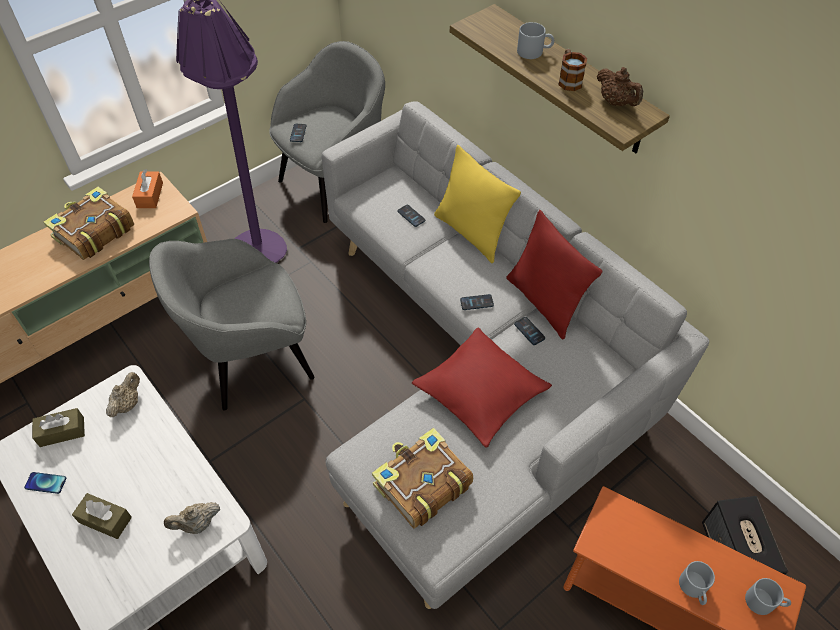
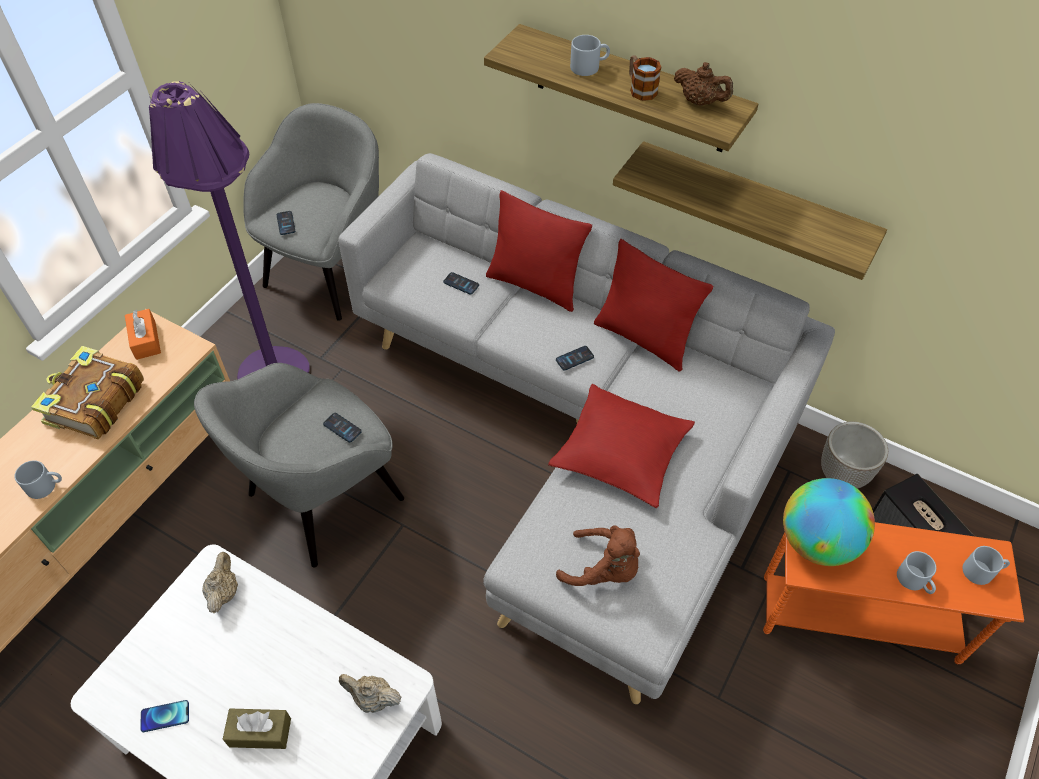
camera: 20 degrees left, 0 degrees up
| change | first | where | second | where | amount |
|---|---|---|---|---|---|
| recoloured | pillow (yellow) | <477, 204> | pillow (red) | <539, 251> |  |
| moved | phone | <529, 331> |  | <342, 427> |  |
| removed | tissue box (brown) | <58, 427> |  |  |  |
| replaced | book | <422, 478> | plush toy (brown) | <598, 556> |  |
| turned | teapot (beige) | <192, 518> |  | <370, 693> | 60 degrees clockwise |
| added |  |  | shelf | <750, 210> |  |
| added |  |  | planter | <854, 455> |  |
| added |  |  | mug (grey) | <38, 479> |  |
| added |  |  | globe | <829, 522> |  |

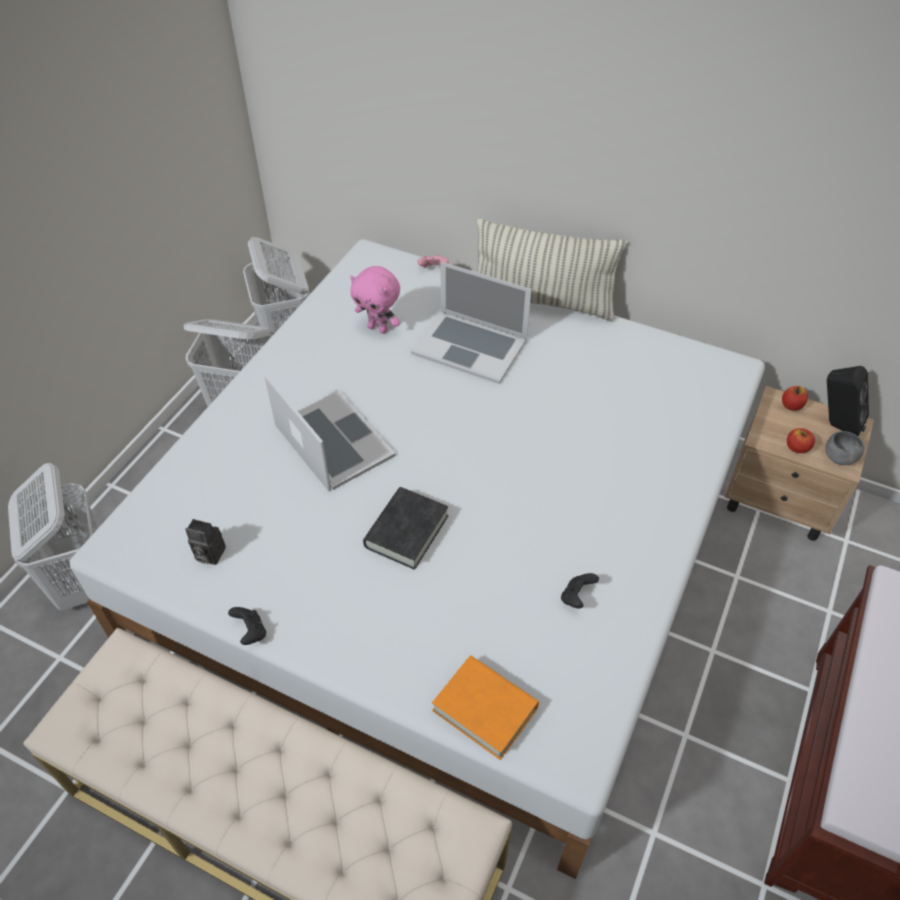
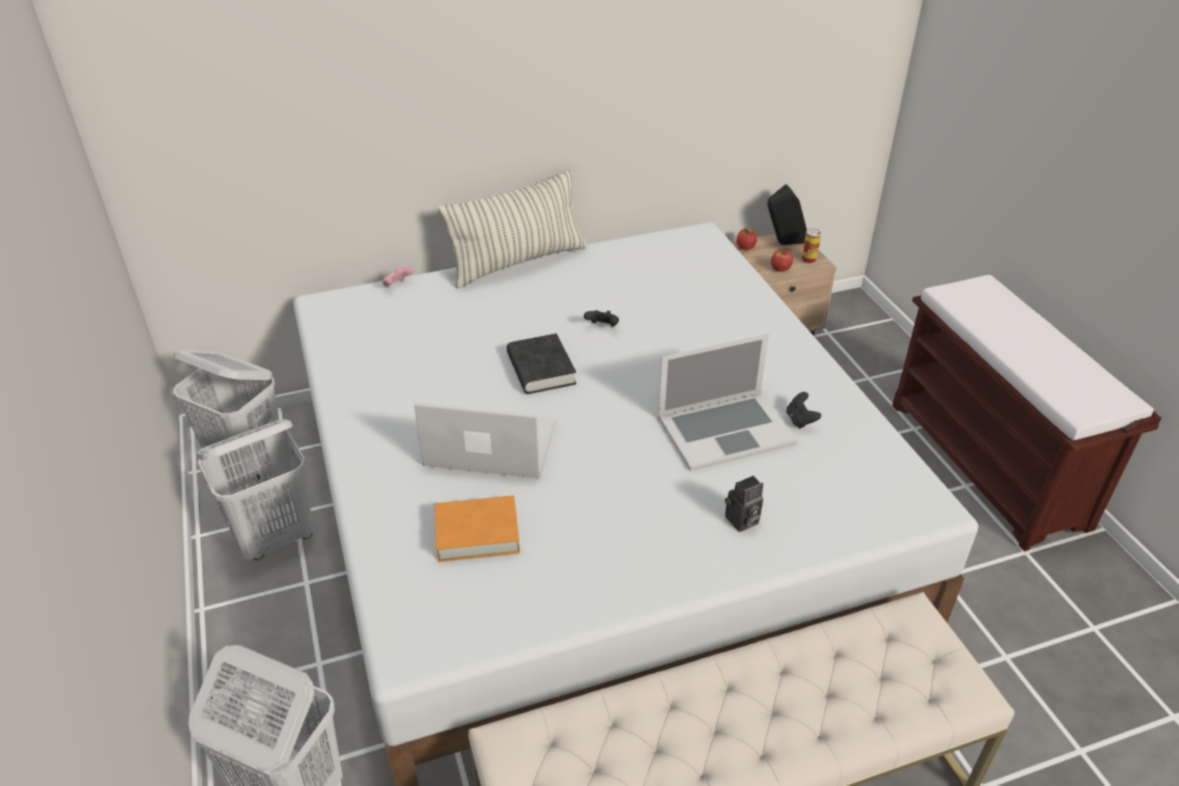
camera: 45 degrees left, 10 degrees down
| change | first | where | second | where | amount |
|---|---|---|---|---|---|
| moved | laptop | <471, 323> |  | <728, 402> |  |
| removed | plush toy (pink) | <375, 300> |  |  |  |
| replaced | bowl (grey) | <844, 448> | can | <811, 246> |  |
| moved | book (black) | <405, 528> |  | <541, 363> |  |
| moved | photo camera | <205, 542> |  | <744, 504> |  |
| moved | game controller (black) | <247, 626> |  | <601, 318> |  |
| moved | book (orange) | <485, 708> |  | <477, 528> |  |

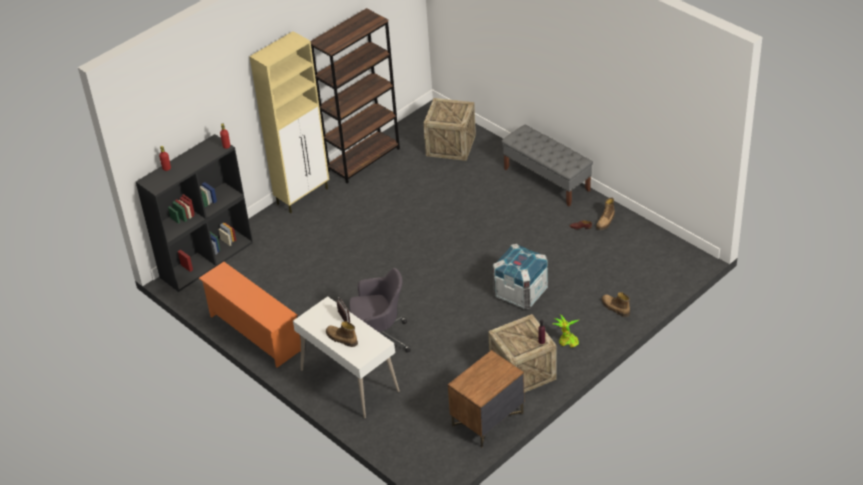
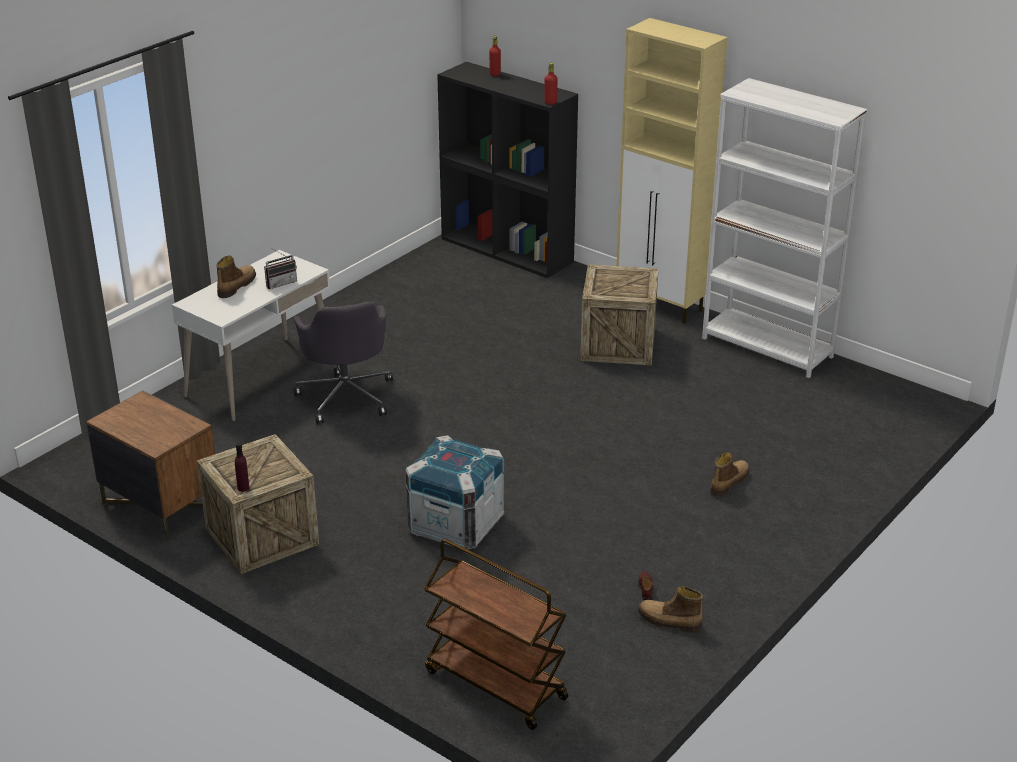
camera: 80 degrees right, 10 degrees down
| change | first | where | second | where | amount |
|---|---|---|---|---|---|
| recoloured | bookcase (brown) | <355, 96> | bookcase (white) | <784, 228> |  |
| moved | crate | <449, 129> |  | <619, 314> |  |
| removed | bench (grey) | <547, 165> |  |  |  |
| removed | shoe rack (orange) | <249, 315> |  |  |  |
| moved | boot | <615, 304> |  | <729, 474> |  |
| removed | potted plant | <566, 331> |  |  |  |
| added |  |  | cart (brown) | <496, 634> |  |

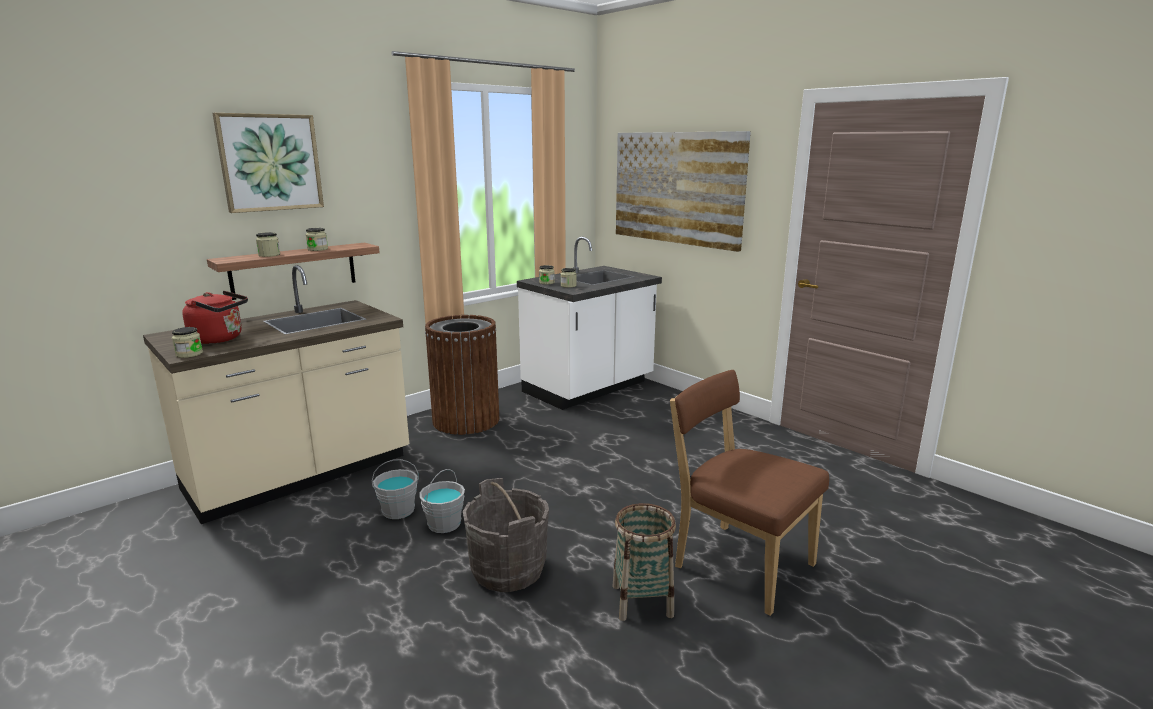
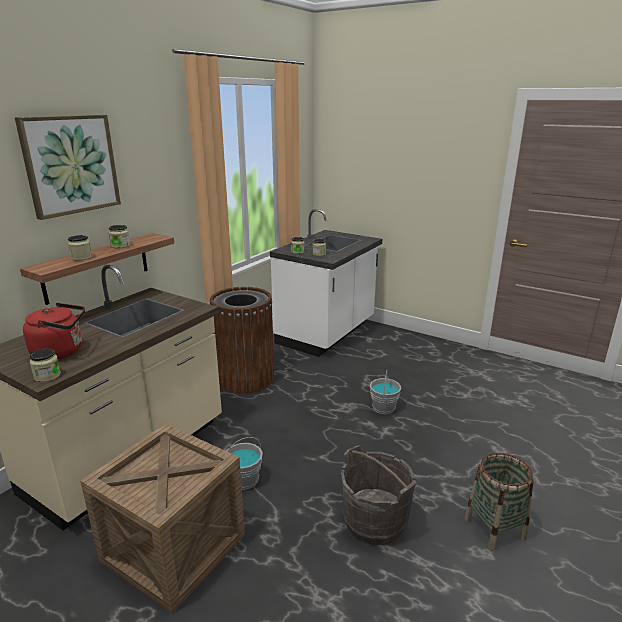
camera: 15 degrees left, 5 degrees up
| change | first | where | second | where | amount |
|---|---|---|---|---|---|
| removed | picture | <683, 191> |  |  |  |
| removed | chair (brown) | <749, 493> |  |  |  |
| moved | bucket (grey) | <442, 501> |  | <385, 392> |  |
| added |  |  | crate | <162, 518> |  |

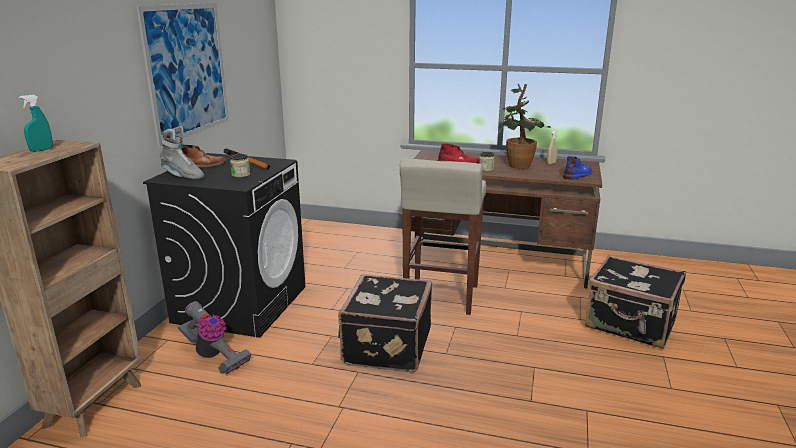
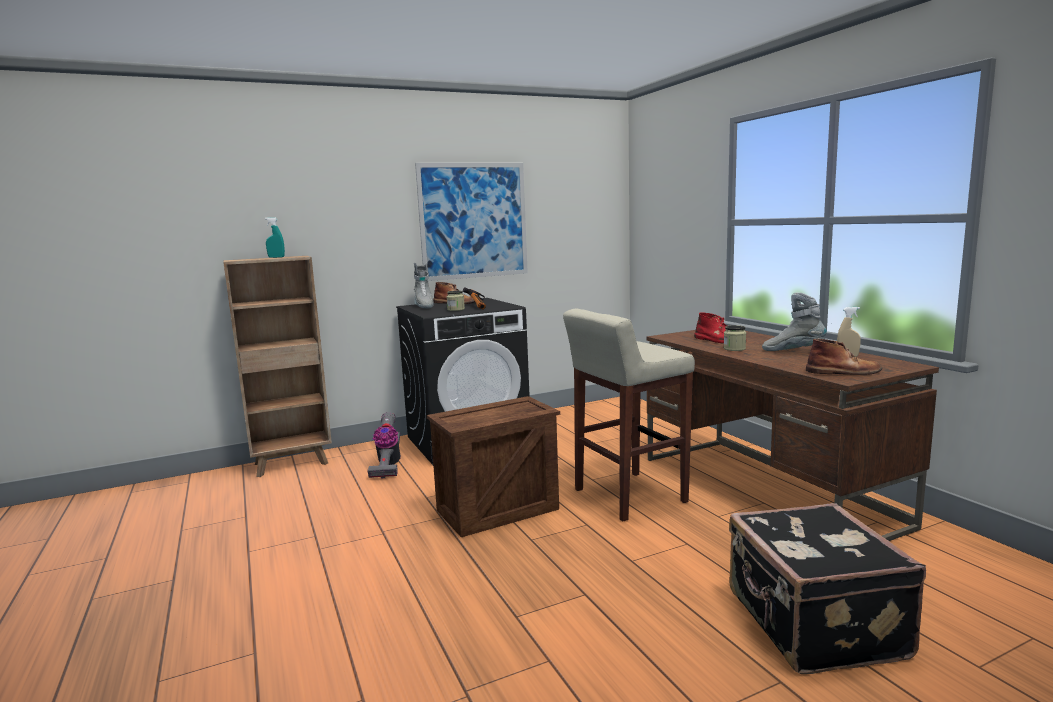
camera: 50 degrees right, 10 degrees down
| change | first | where | second | where | amount |
|---|---|---|---|---|---|
| replaced | potted plant | <526, 126> | boot (grey) | <794, 321> |  |
| recoloured | boot (blue) | <577, 167> | boot (brown) | <844, 357> |  |
| replaced | suitcase (black) | <385, 323> | crate | <493, 466> |  |

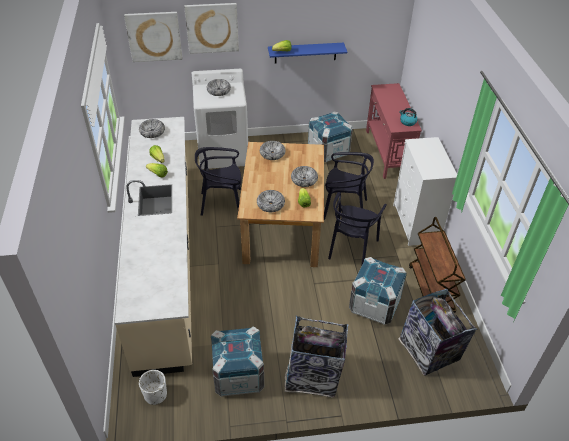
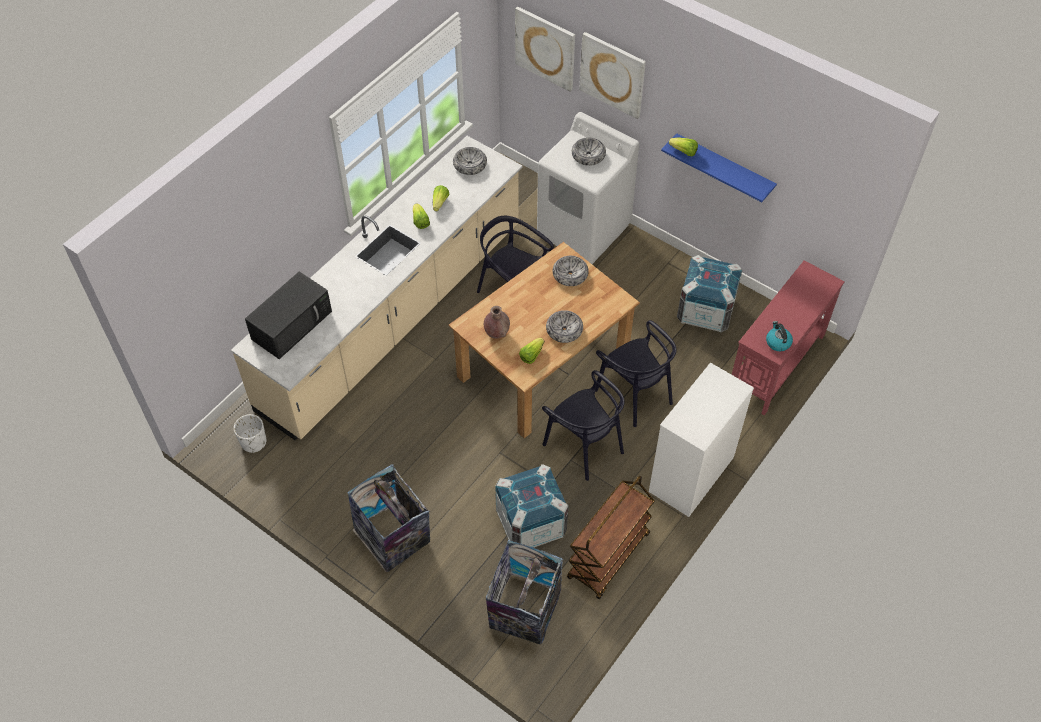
camera: 45 degrees right, 10 degrees up
| change | first | where | second | where | amount |
|---|---|---|---|---|---|
| replaced | bowl | <271, 201> | vase (brown) | <497, 322> |  |
| turned | chair (black) | <357, 229> |  | <583, 425> | 105 degrees counterclockwise |
| removed | crate | <237, 361> |  |  |  |
| added |  |  | microwave (black) | <288, 315> |  |

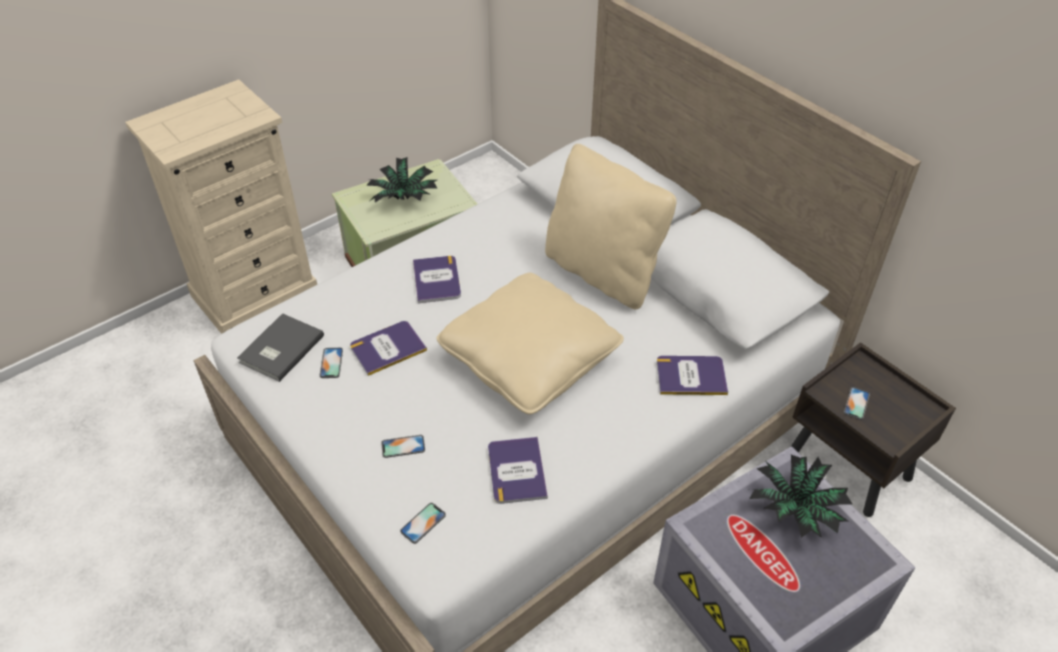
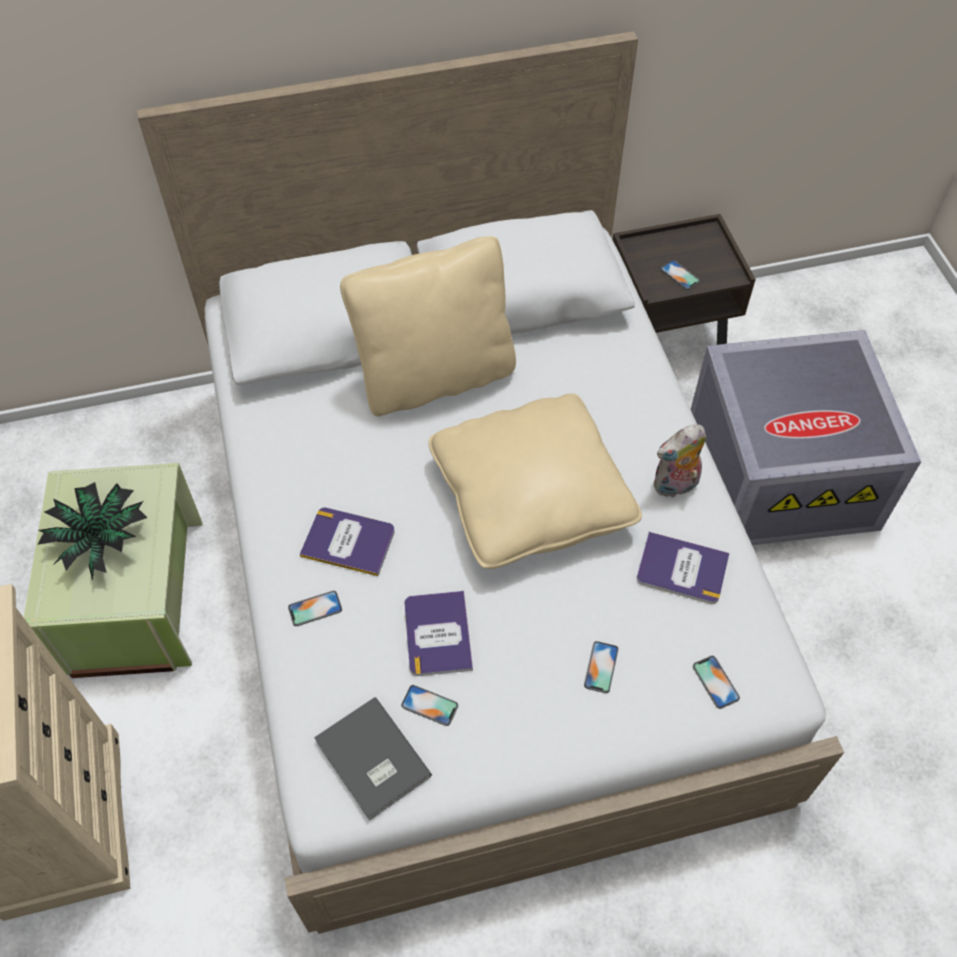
camera: 65 degrees left, 10 degrees up
| change | first | where | second | where | amount |
|---|---|---|---|---|---|
| removed | book | <692, 375> |  |  |  |
| removed | potted plant | <801, 496> |  |  |  |
| added |  |  | plush toy | <680, 461> |  |
| added |  |  | phone | <315, 608> |  |

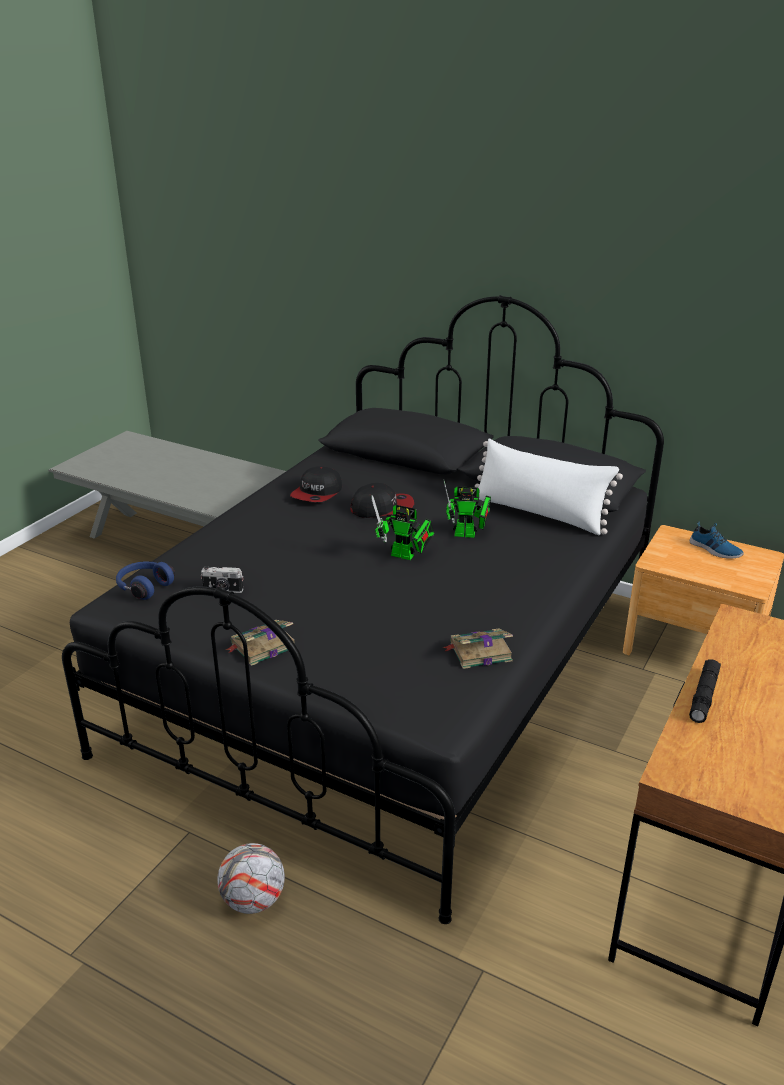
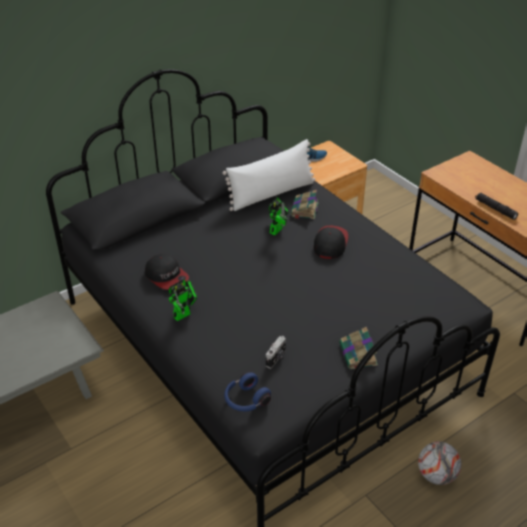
camera: 65 degrees left, 10 degrees up
| change | first | where | second | where | amount |
|---|---|---|---|---|---|
| moved | cap | <382, 500> |  | <331, 242> |  |
| moved | toy robot | <402, 527> |  | <183, 300> |  |
| moved | book | <478, 649> |  | <305, 204> |  |

